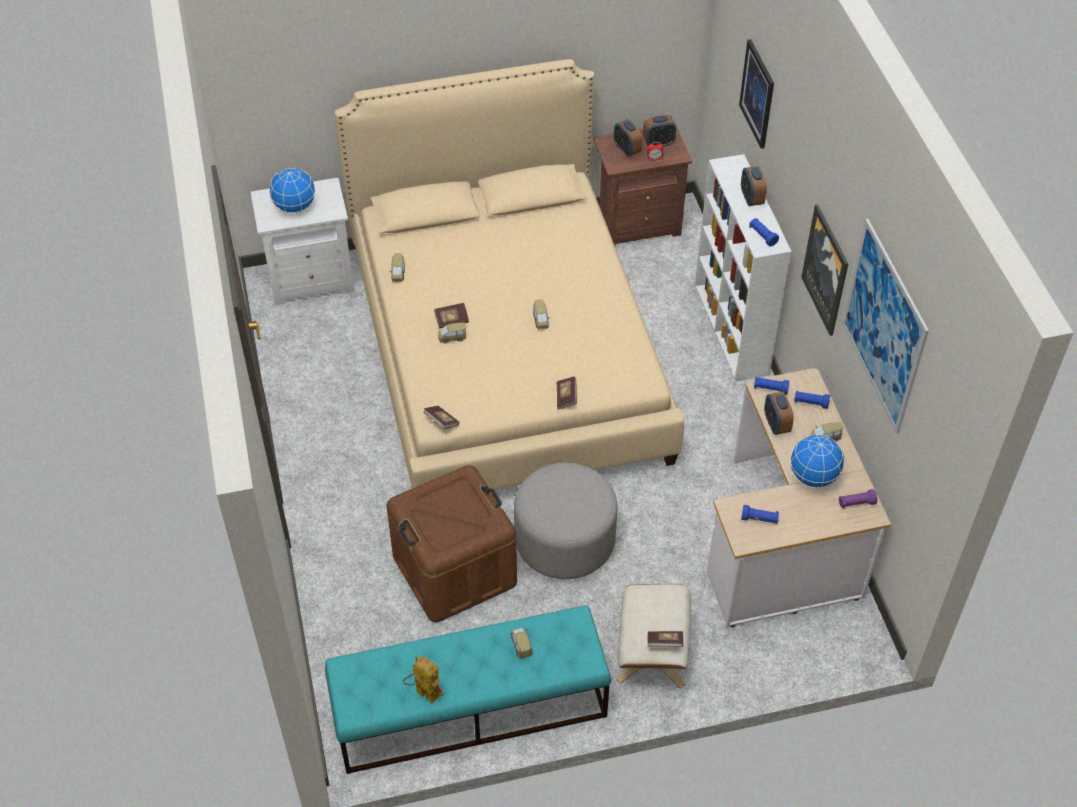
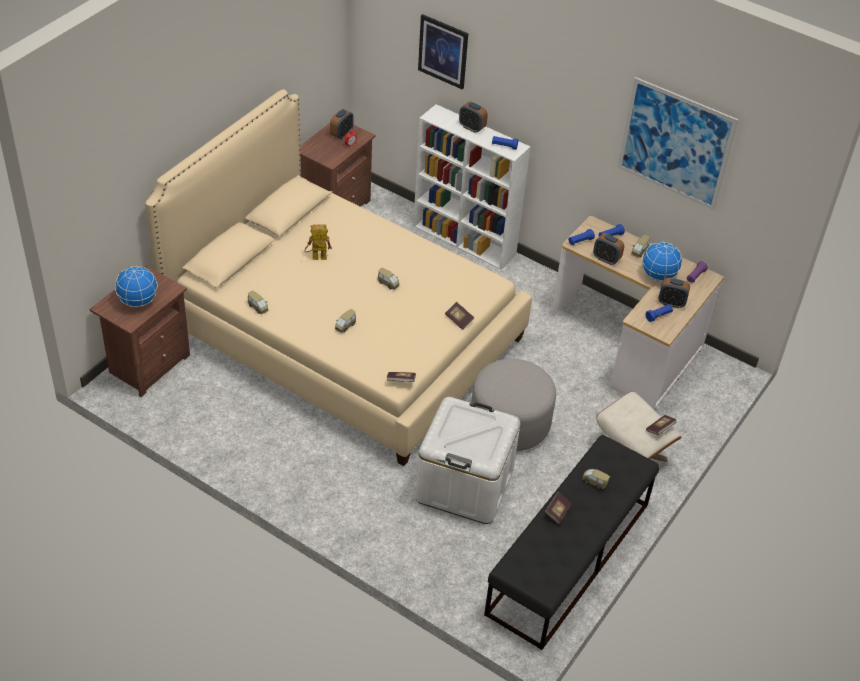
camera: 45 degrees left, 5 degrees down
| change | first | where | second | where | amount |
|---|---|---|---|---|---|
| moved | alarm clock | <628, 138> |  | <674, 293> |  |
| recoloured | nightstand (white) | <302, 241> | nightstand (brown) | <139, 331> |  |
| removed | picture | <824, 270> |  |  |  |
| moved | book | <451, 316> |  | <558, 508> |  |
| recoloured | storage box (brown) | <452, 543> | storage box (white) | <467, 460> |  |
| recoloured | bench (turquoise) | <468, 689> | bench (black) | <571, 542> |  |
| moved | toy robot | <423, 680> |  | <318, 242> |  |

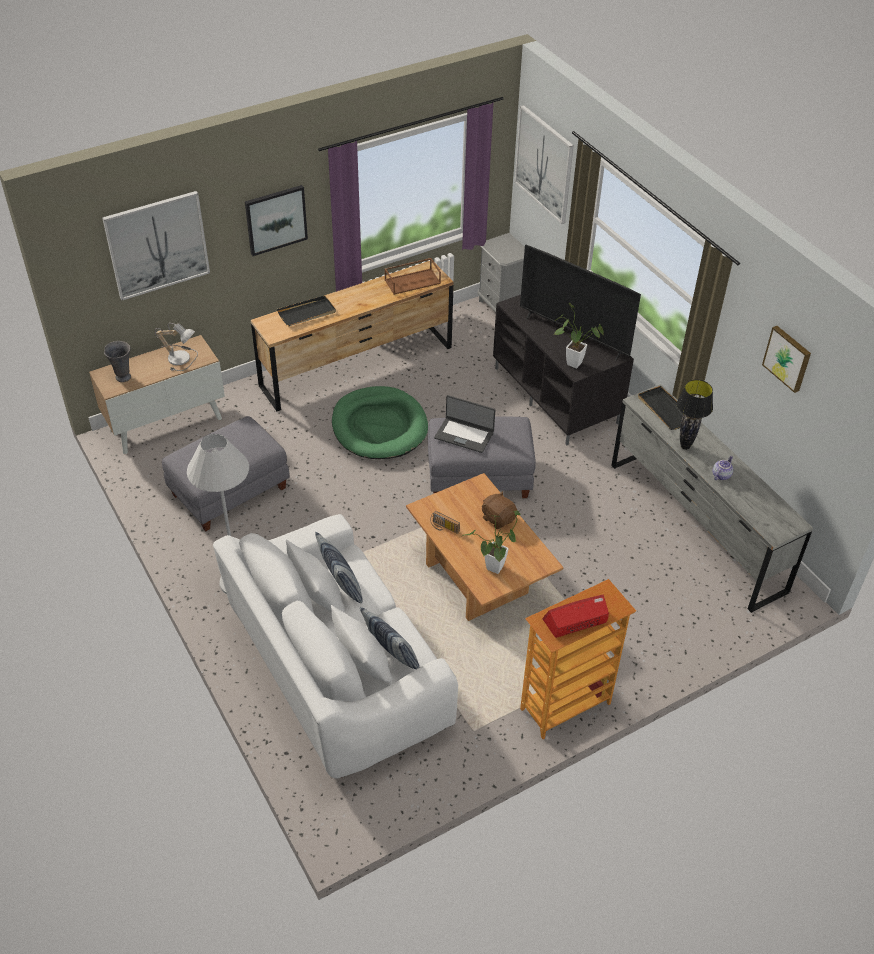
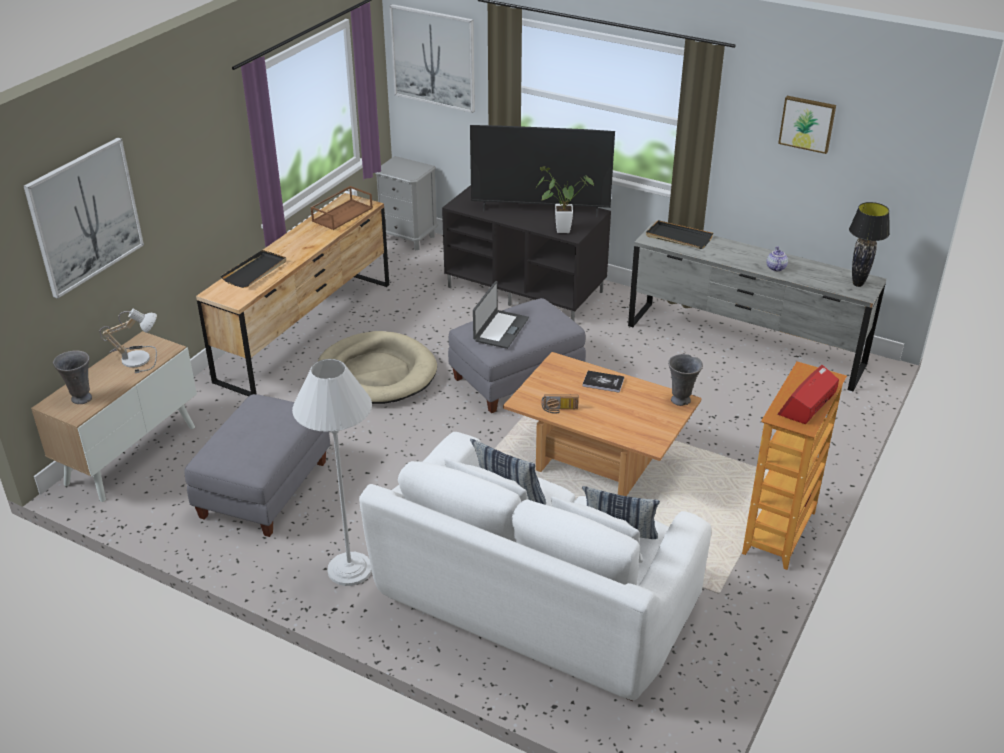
camera: 30 degrees left, 10 degrees down
| change | first | where | second | where | amount |
|---|---|---|---|---|---|
| removed | picture | <276, 220> |  |  |  |
| moved | table lamp (black) | <695, 415> |  | <869, 244> |  |
| recoloured | dog bed (green) | <380, 422> | dog bed (beige) | <377, 367> |  |
| turned | laptop | <464, 424> |  | <501, 315> | 60 degrees counterclockwise |
| replaced | plush toy (brown) | <499, 510> | book | <603, 382> |  |
| removed | potted plant | <491, 542> |  |  |  |
| added |  |  | vase (grey) | <685, 380> |  |

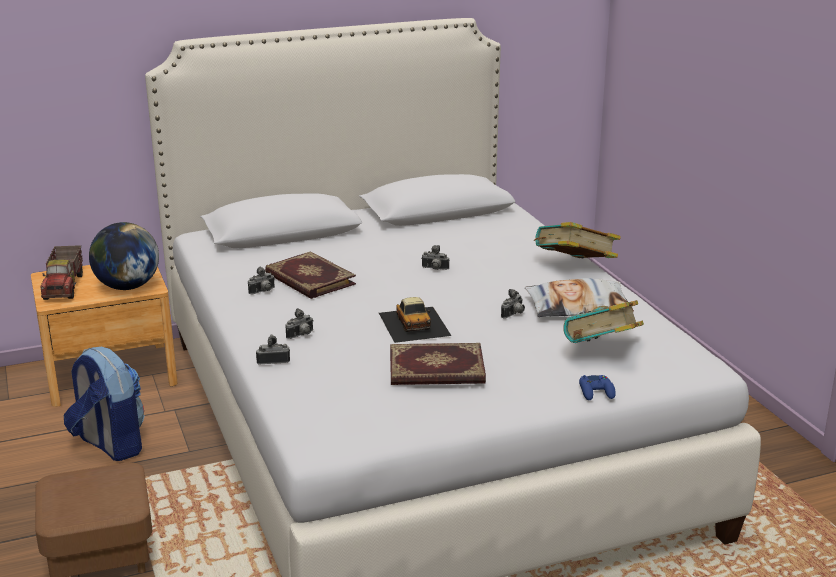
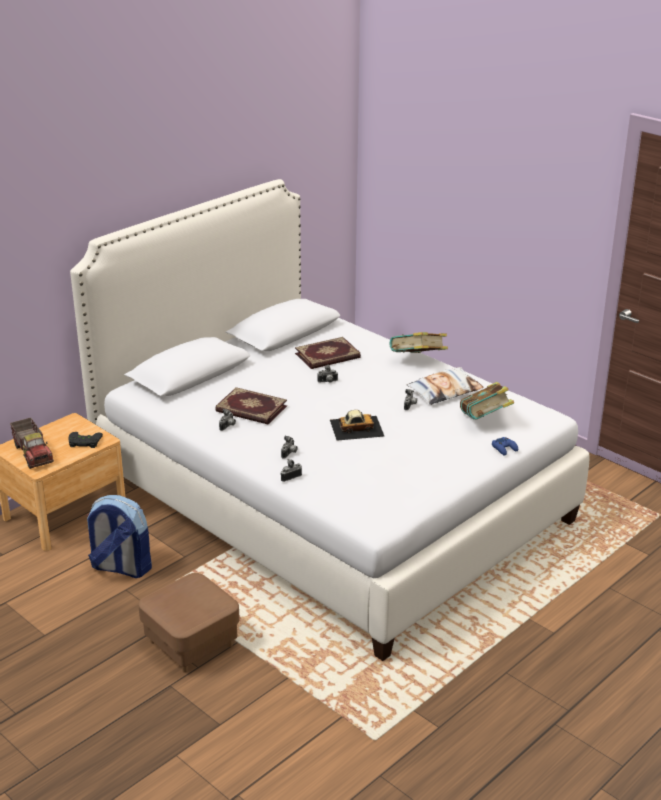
camera: 25 degrees left, 5 degrees up
| change | first | where | second | where | amount |
|---|---|---|---|---|---|
| replaced | globe | <124, 256> | game controller (black) | <85, 440> |  |
| turned | toy car | <415, 320> |  | <357, 425> | 60 degrees counterclockwise |
| moved | book | <438, 364> |  | <328, 353> |  |

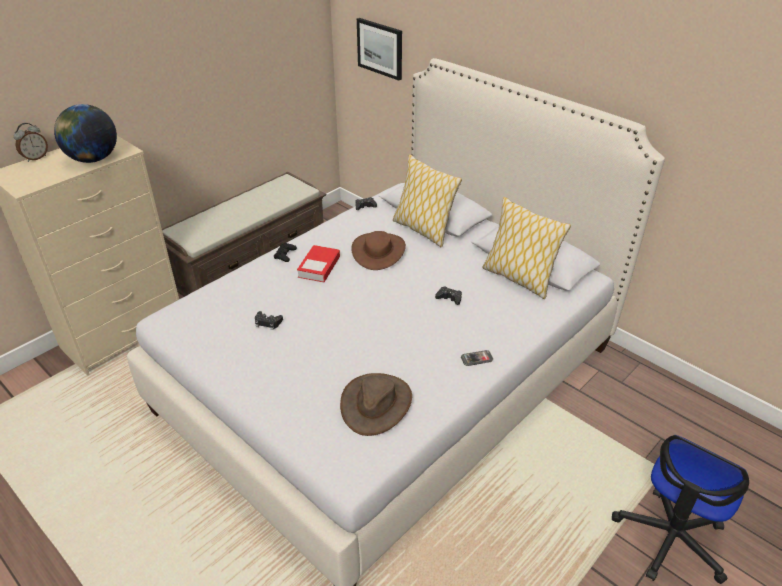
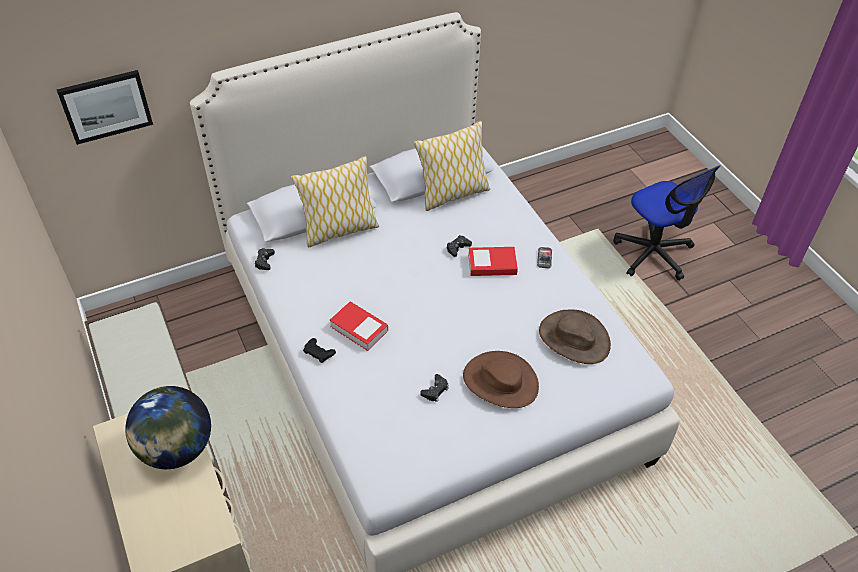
camera: 70 degrees left, 10 degrees up
| change | first | where | second | where | amount |
|---|---|---|---|---|---|
| removed | alarm clock | <31, 142> |  |  |  |
| moved | hat (brown) | <378, 250> |  | <501, 379> |  |
| added |  |  | book | <493, 261> |  |

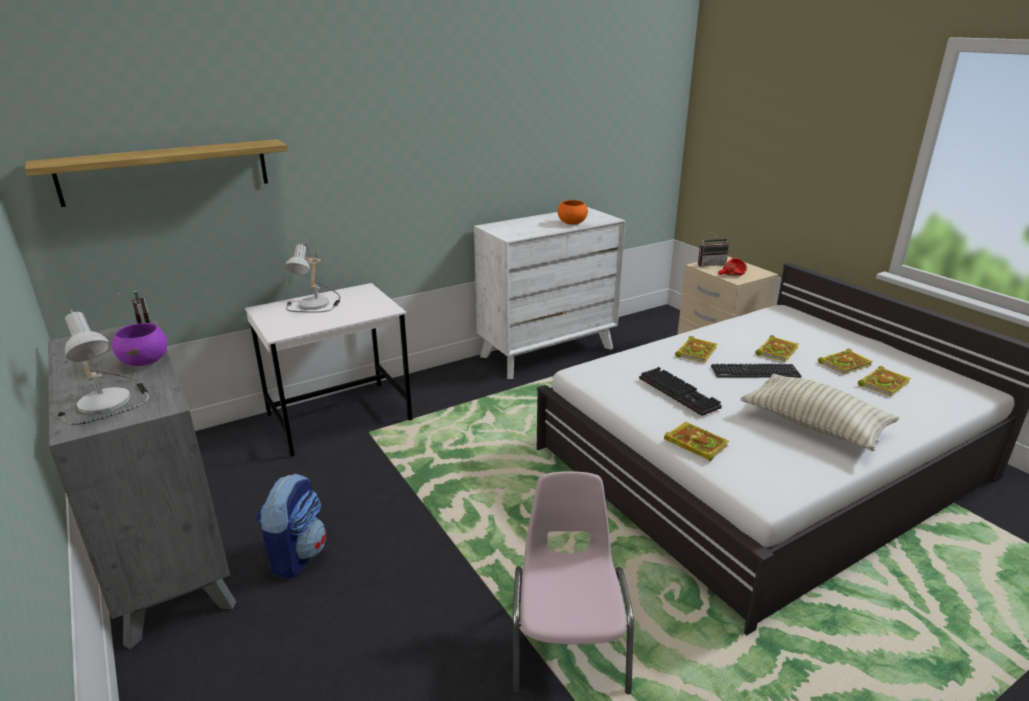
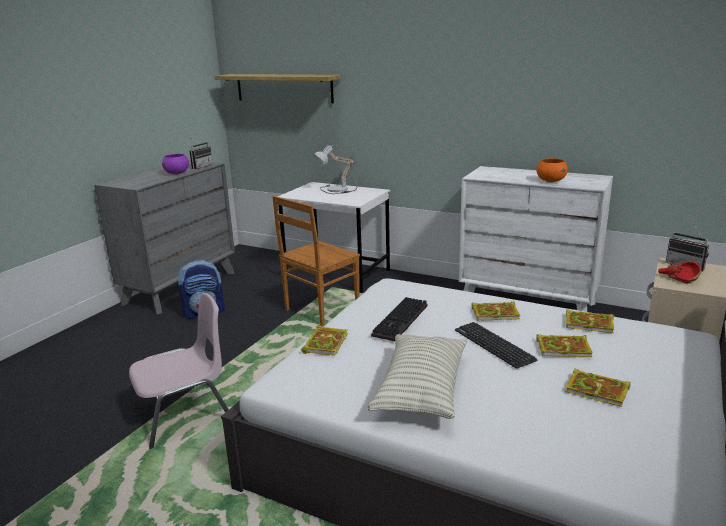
camera: 60 degrees right, 5 degrees down
| change | first | where | second | where | amount |
|---|---|---|---|---|---|
| removed | table lamp | <103, 367> |  |  |  |
| moved | book | <884, 381> |  | <590, 321> |  |
| added |  |  | chair (brown) | <316, 261> |  |

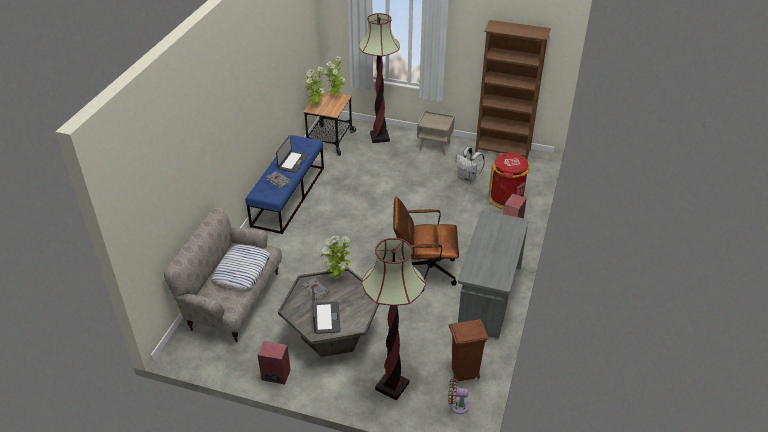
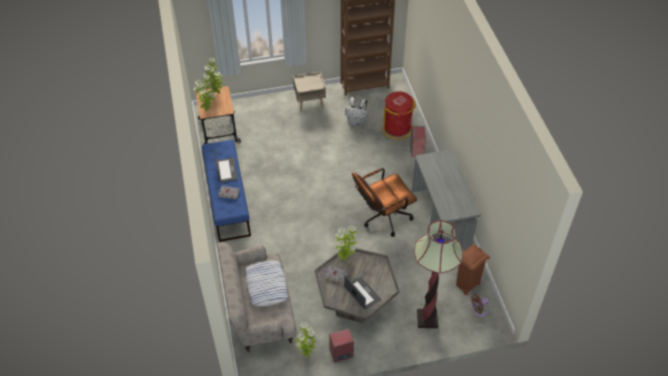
camera: 30 degrees left, 10 degrees up
| change | first | where | second | where | amount |
|---|---|---|---|---|---|
| removed | floor lamp | <379, 78> |  |  |  |
| added |  |  | potted plant | <306, 340> |  |

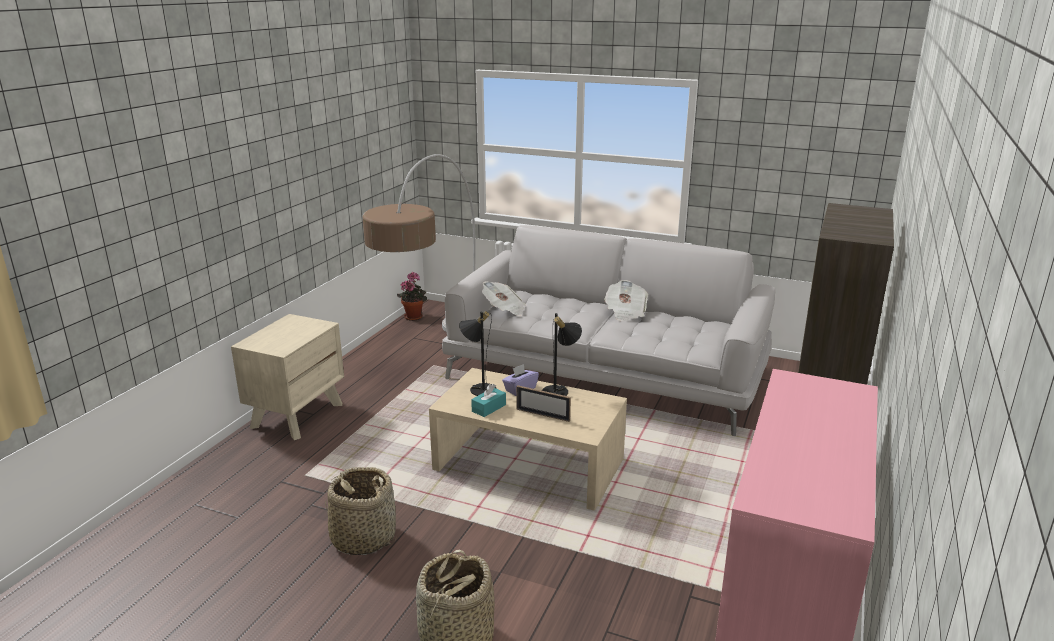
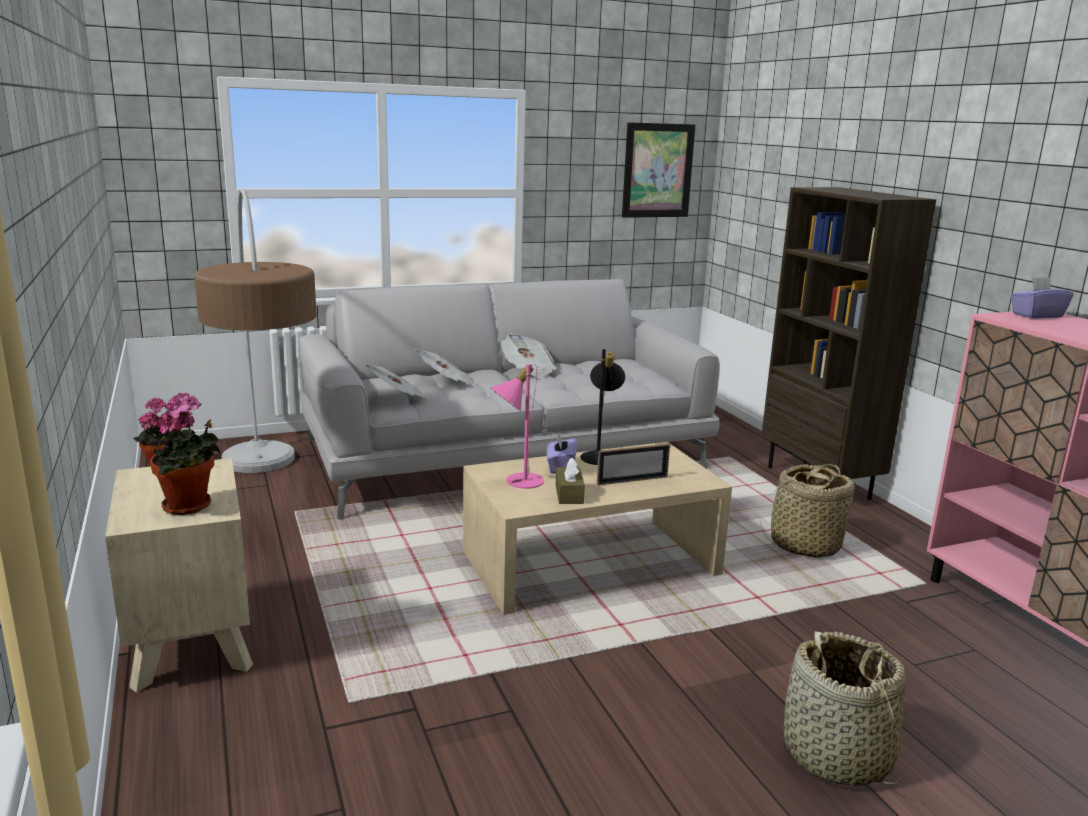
camera: 45 degrees left, 5 degrees down
| change | first | where | second | where | amount |
|---|---|---|---|---|---|
| recoloured | table lamp (black) | <478, 353> | table lamp (pink) | <517, 426> |  |
| recoloured | tissue box (turquoise) | <488, 400> | tissue box (brown) | <570, 481> |  |
| moved | basket | <360, 511> |  | <807, 511> |  |
| added |  |  | picture | <658, 170> |  |
| added |  |  | tissue box (purple) | <1041, 298> |  |
| added |  |  | newspaper | <445, 367> |  |
| added |  |  | potted plant | <185, 453> |  |

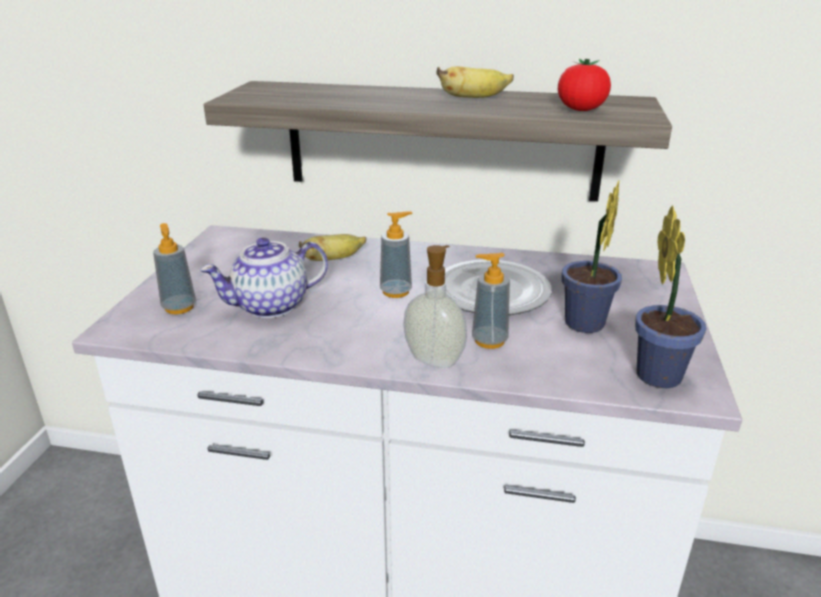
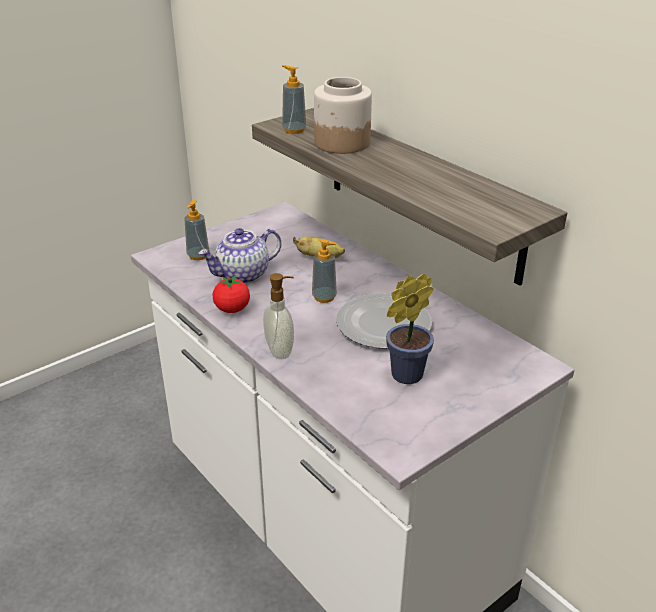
camera: 40 degrees right, 5 degrees up
| change | first | where | second | where | amount |
|---|---|---|---|---|---|
| moved | tomato | <584, 85> |  | <231, 294> |  |
| removed | banana | <475, 82> |  |  |  |
| removed | potted plant | <671, 296> |  |  |  |
| turned | teapot | <264, 277> |  | <240, 256> | 45 degrees counterclockwise |
| moved | soap dispenser | <491, 301> |  | <294, 99> |  |
| added |  |  | jar | <343, 115> |  |

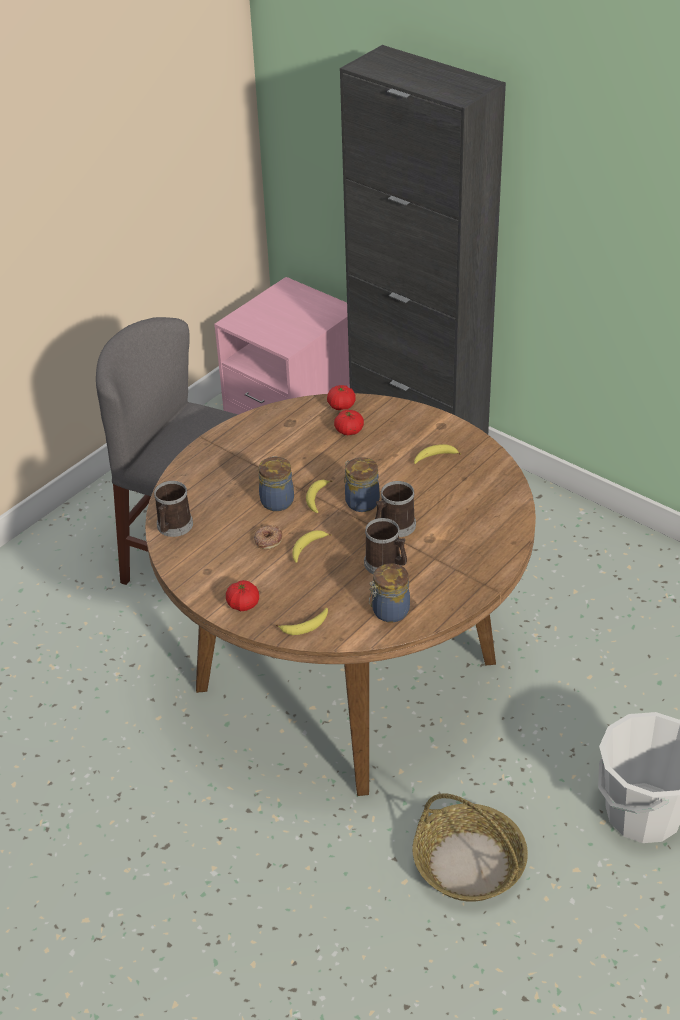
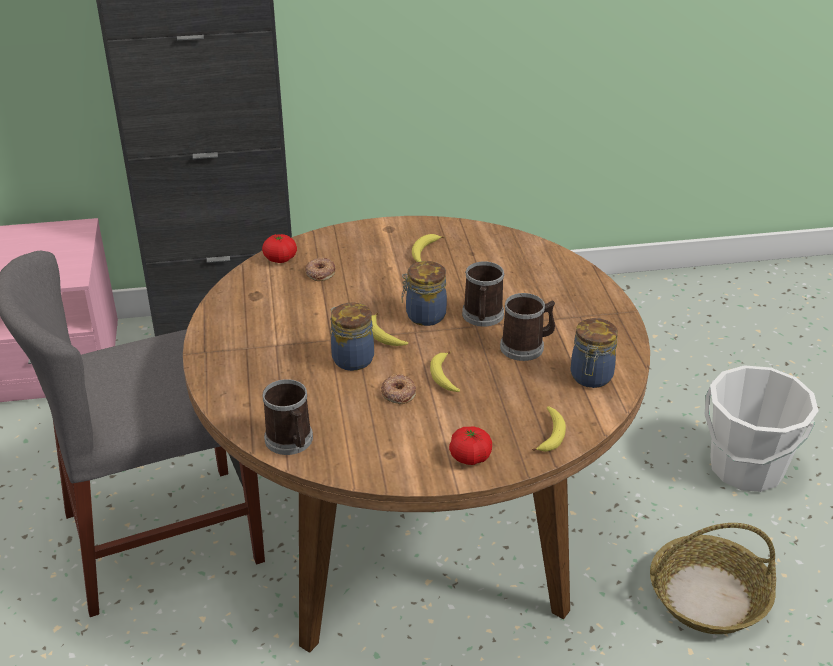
camera: 50 degrees left, 5 degrees down
| change | first | where | second | where | amount |
|---|---|---|---|---|---|
| replaced | tomato | <349, 422> | donut | <320, 269> |  |

